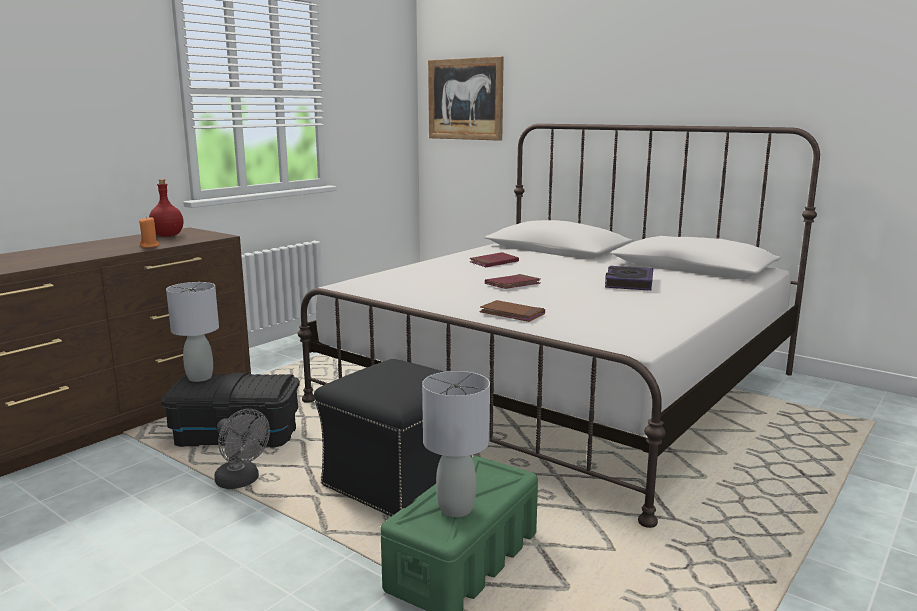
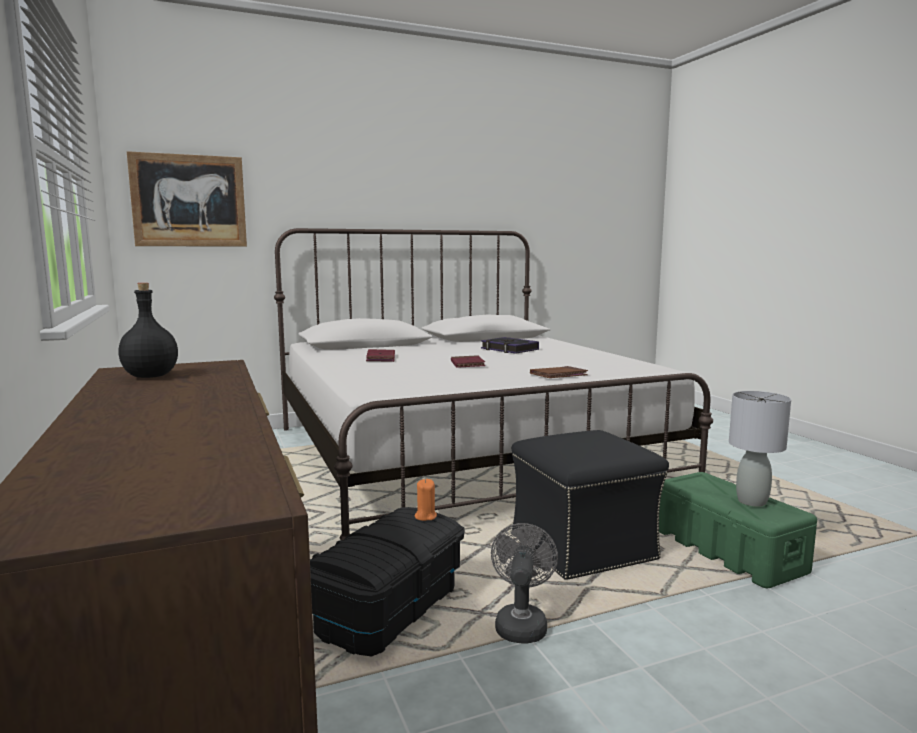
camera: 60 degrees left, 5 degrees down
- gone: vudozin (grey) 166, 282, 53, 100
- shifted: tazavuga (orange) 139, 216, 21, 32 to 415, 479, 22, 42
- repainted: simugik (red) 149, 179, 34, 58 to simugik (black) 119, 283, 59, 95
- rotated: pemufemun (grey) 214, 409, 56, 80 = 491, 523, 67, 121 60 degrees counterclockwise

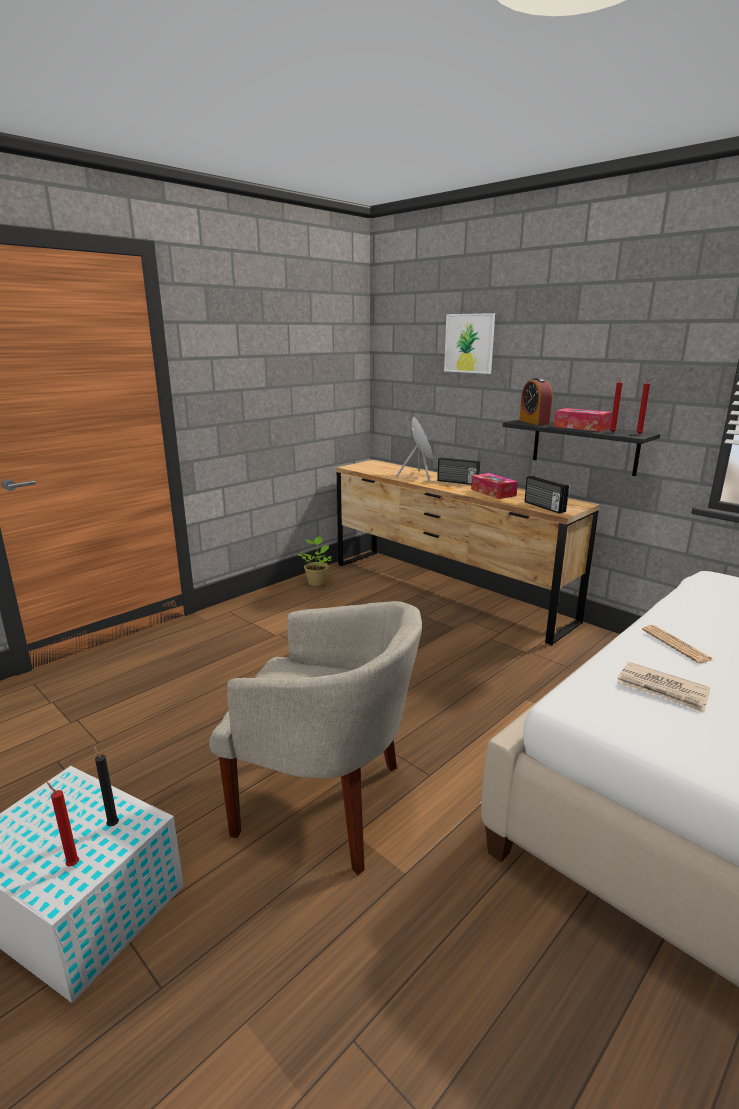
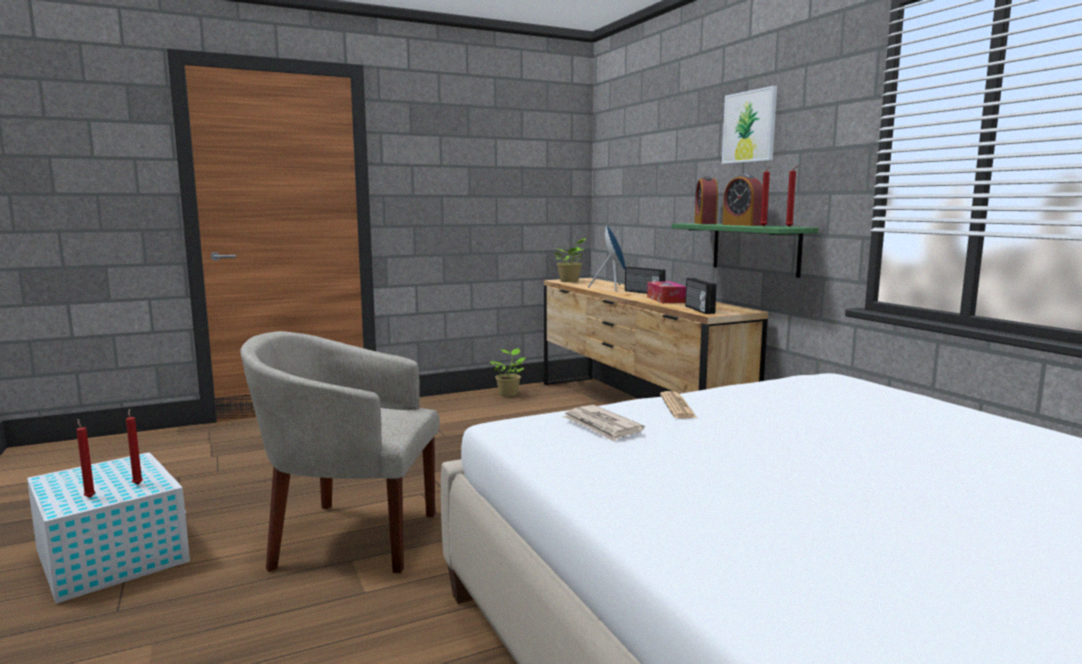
camera: 20 degrees right, 10 degrees down
- new: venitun 553, 238, 33, 44
- shifted: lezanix 444, 313, 51, 61 to 722, 86, 55, 78
- swapped: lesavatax 554, 408, 58, 24 to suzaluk 722, 174, 41, 52
- repainted: tazavuga (black) 94, 746, 25, 80 to tazavuga (red) 126, 409, 17, 76
- repainted: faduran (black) 503, 420, 157, 56 to faduran (green) 672, 223, 146, 55
- rotated: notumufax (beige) 209, 601, 213, 274 = 240, 331, 200, 242 150 degrees clockwise

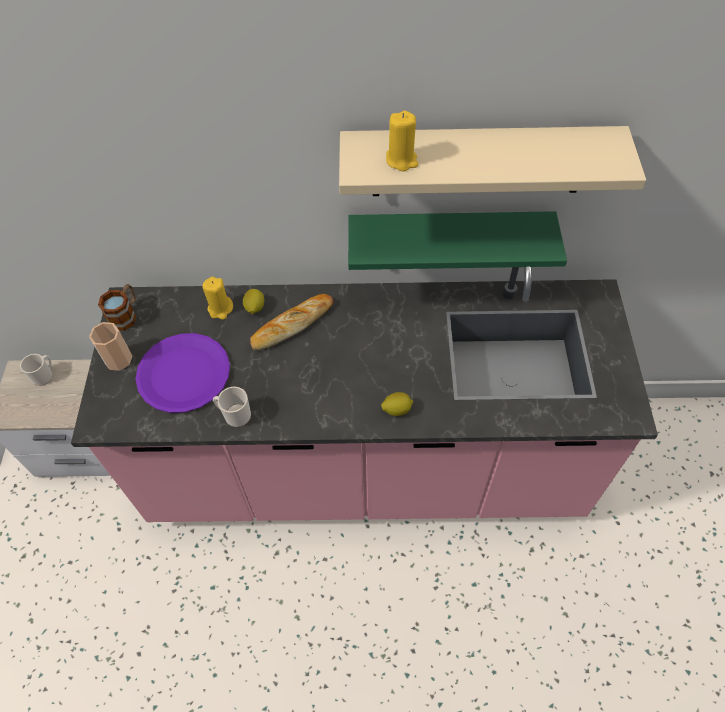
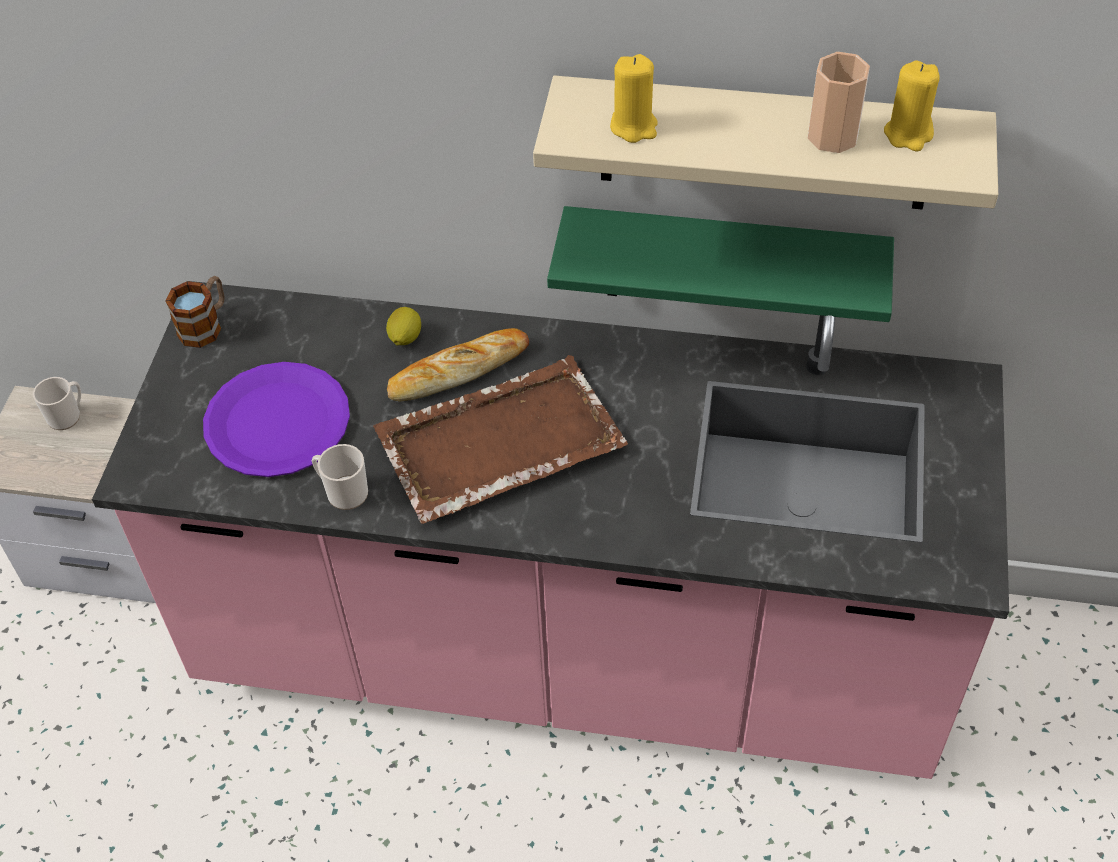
camera: 10 degrees right, 5 degrees down
- gone: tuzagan 381, 392, 32, 24
- new: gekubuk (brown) 373, 355, 255, 169
- shifted: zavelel 89, 322, 44, 49 to 808, 52, 62, 101
- shifted: tazavuga (yellow) 203, 277, 30, 43 to 884, 61, 56, 90

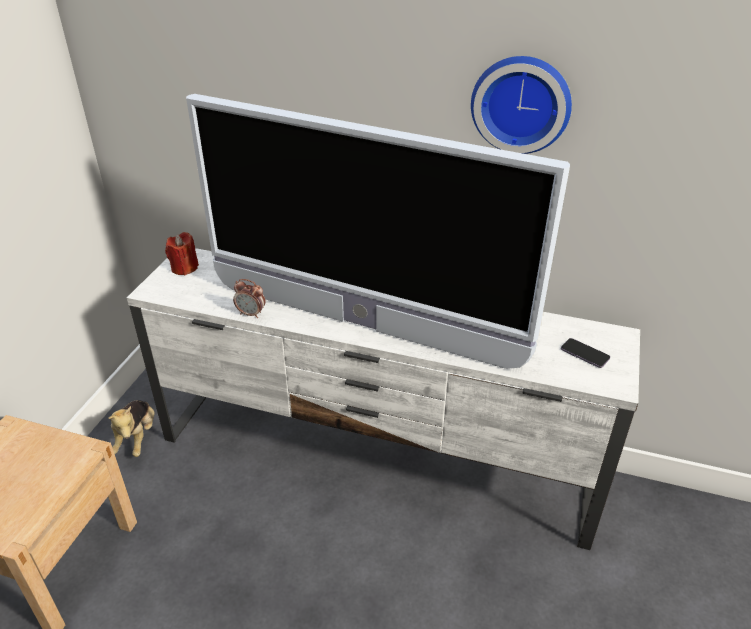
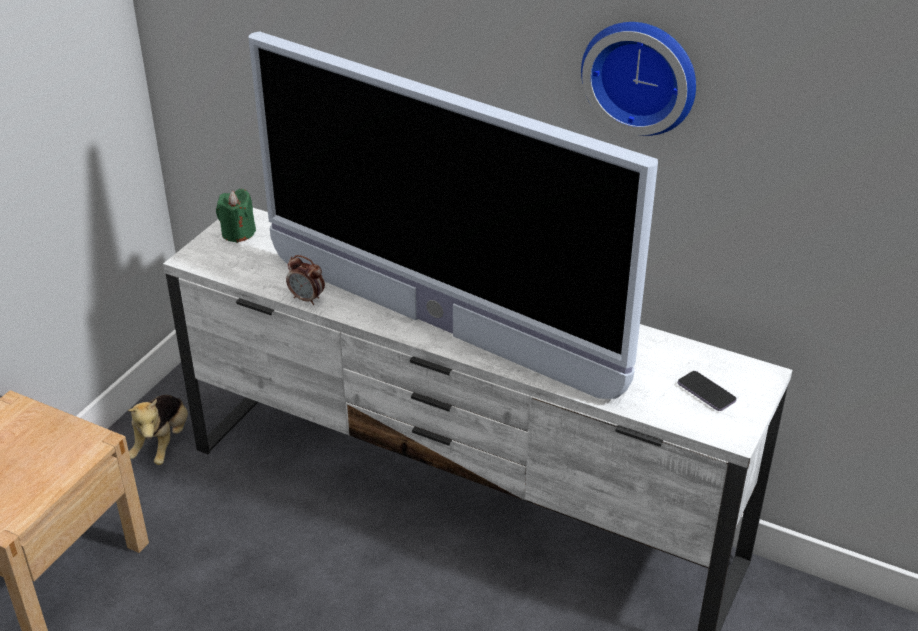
camera: 10 degrees right, 0 degrees up
- repainted: tazavuga (red) 165, 232, 34, 43 to tazavuga (green) 216, 189, 40, 54

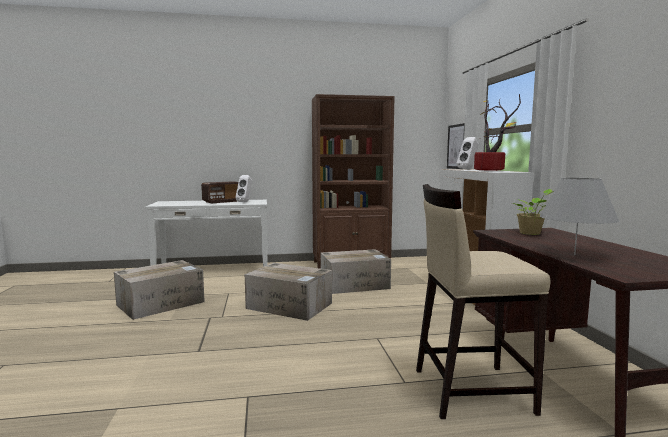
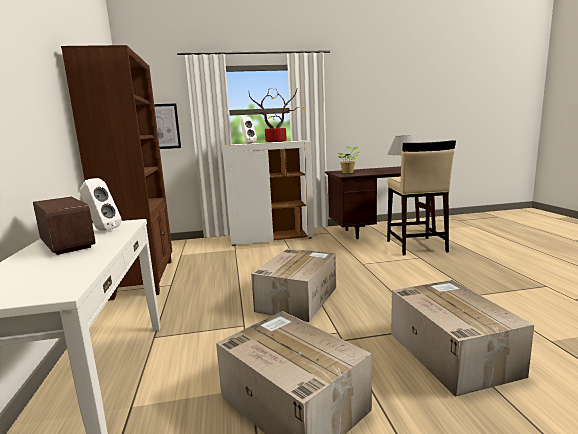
camera: 90 degrees left, 5 degrees up
- shifted: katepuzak 320, 249, 71, 45 to 391, 280, 143, 117

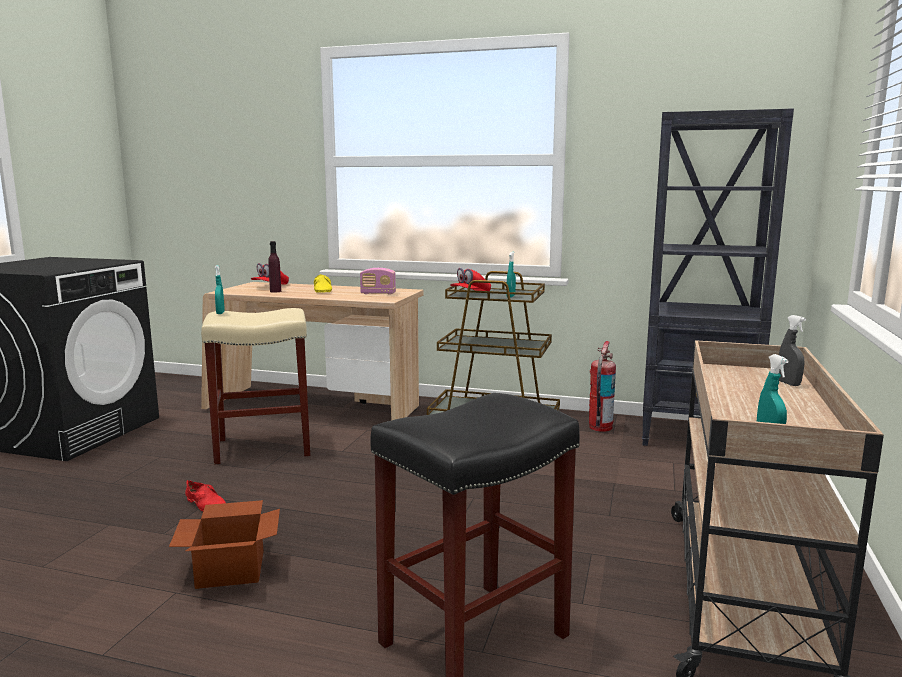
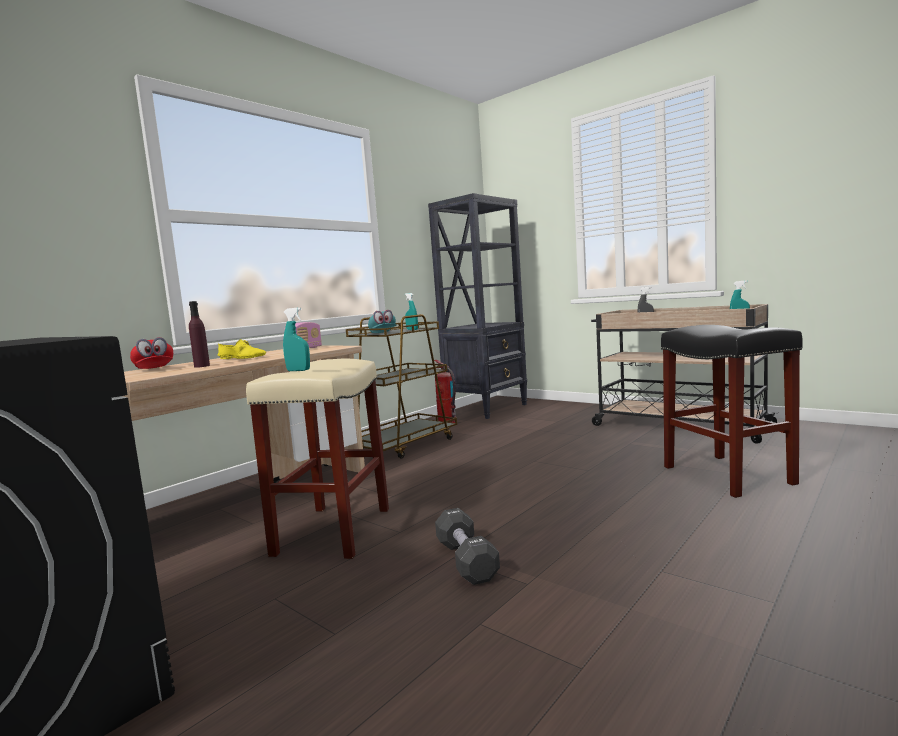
camera: 65 degrees left, 5 degrees down
- gone: katepuzak 169, 500, 111, 89
- swapped: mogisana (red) 185, 480, 41, 31 to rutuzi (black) 435, 508, 65, 77
- repainted: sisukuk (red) 450, 268, 41, 23 to sisukuk (turquoise) 368, 310, 29, 23

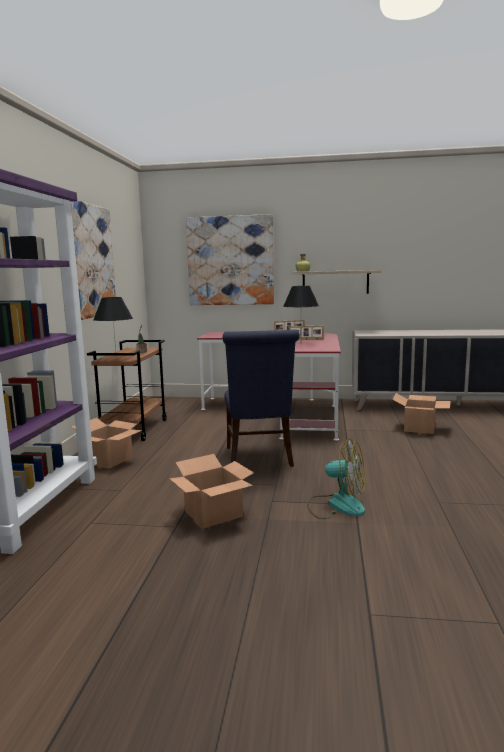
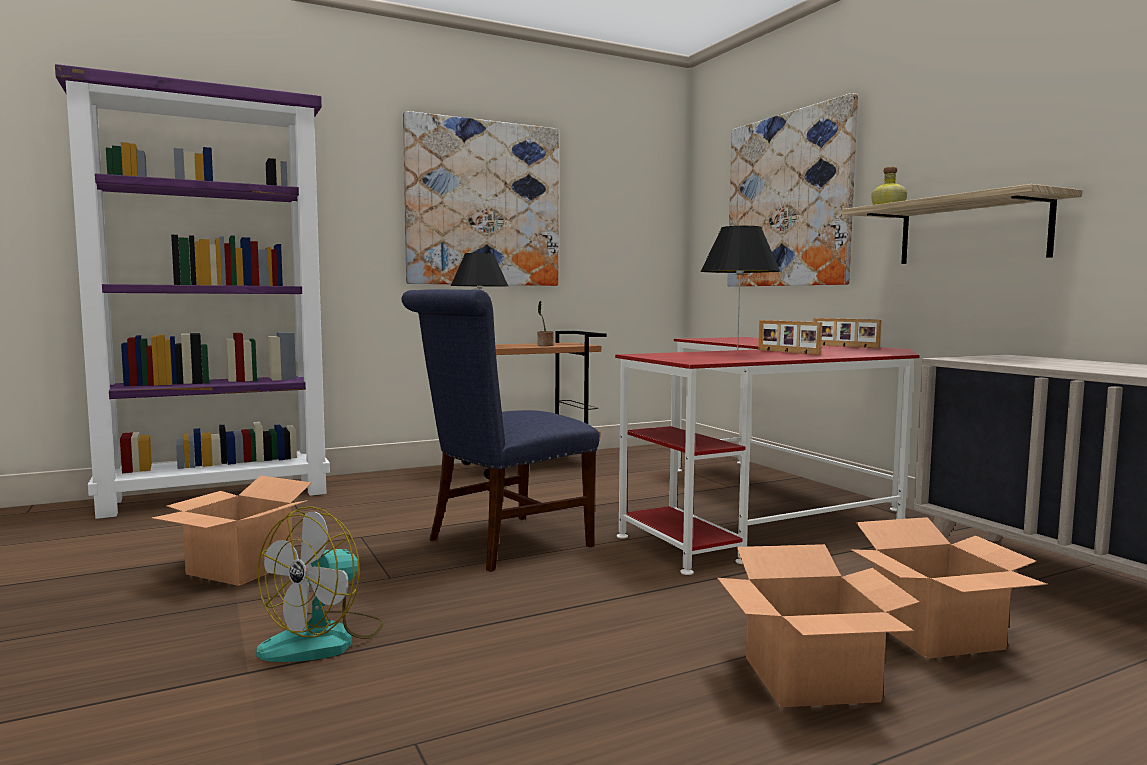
camera: 55 degrees right, 5 degrees down
- shifted: katepuzak 71, 418, 72, 51 to 717, 544, 203, 163
- rotated: pemufemun 307, 439, 58, 80 = 256, 506, 127, 156 45 degrees clockwise

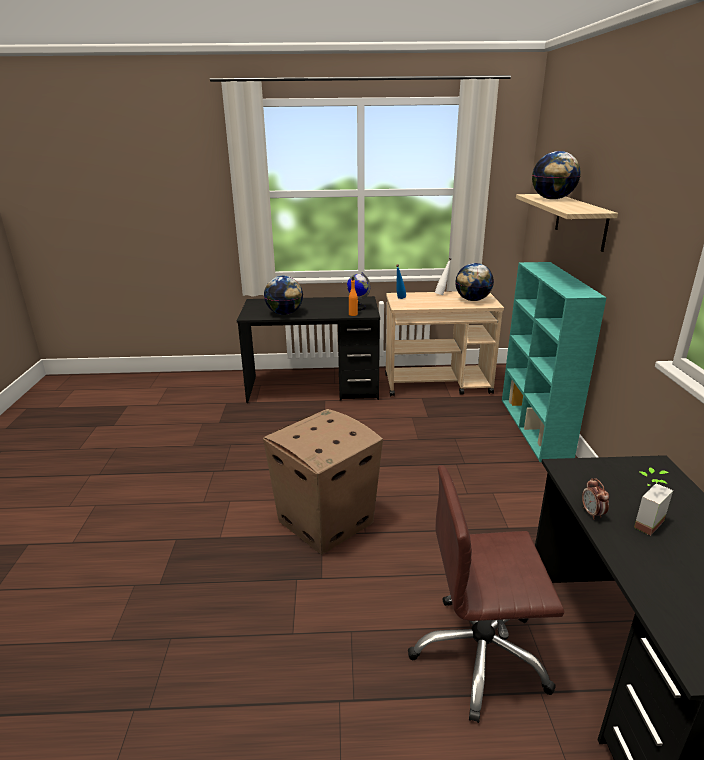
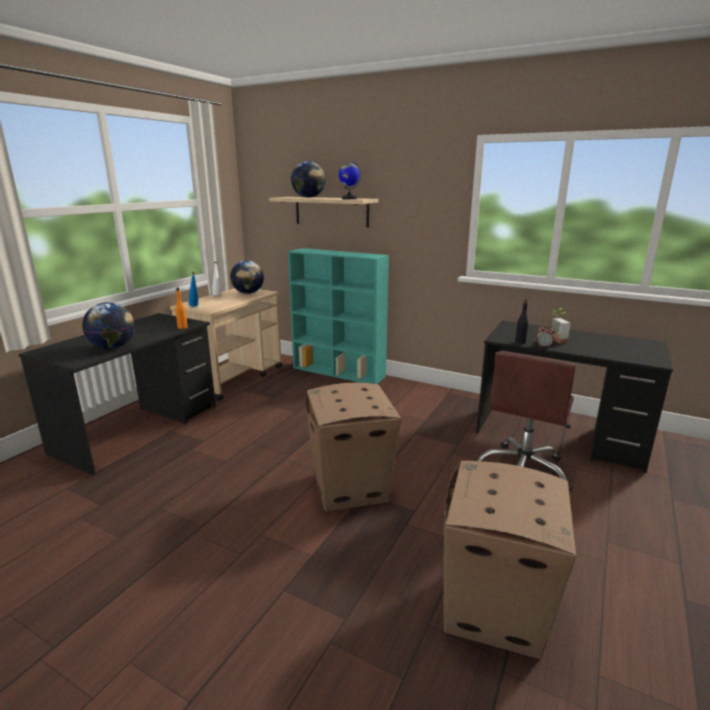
camera: 60 degrees left, 5 degrees down
- new: katepuzak 444, 461, 132, 198
- new: simugik (black) 515, 299, 13, 45
- shifted: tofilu 347, 272, 23, 39 to 339, 161, 22, 38

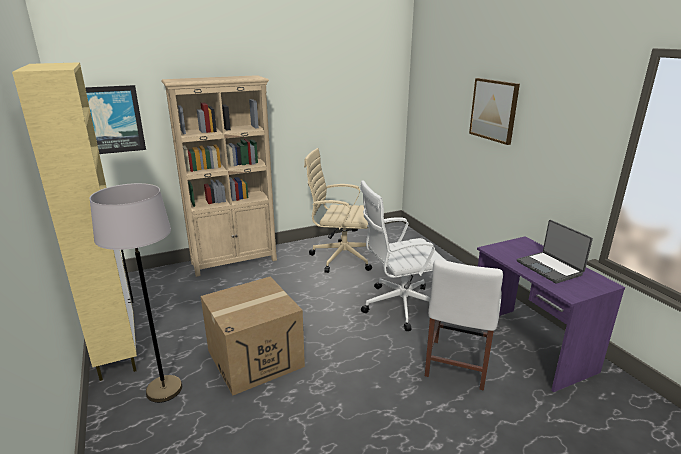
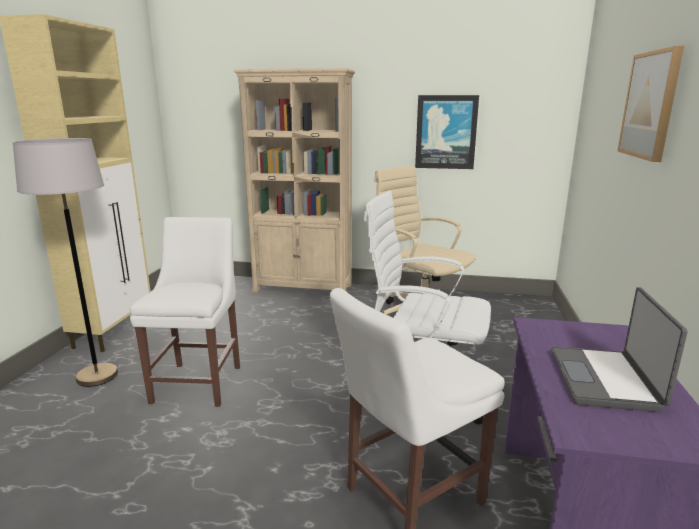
camera: 35 degrees right, 5 degrees down
- shifted: lezanix 85, 85, 61, 69 to 415, 95, 64, 74
- swapped: katepuzak 201, 276, 104, 119 to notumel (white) 130, 217, 110, 190

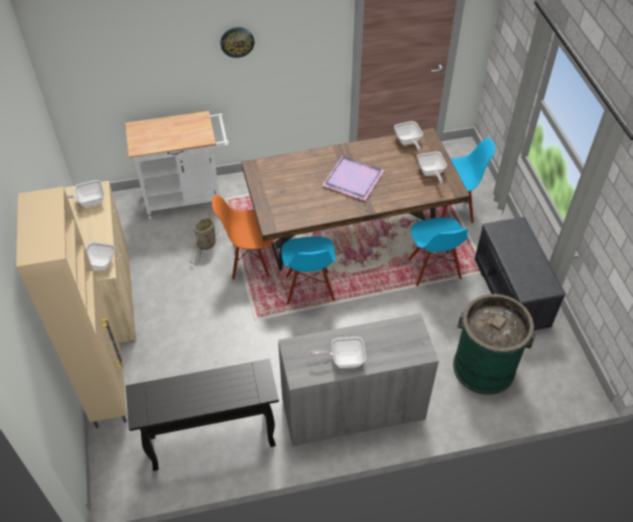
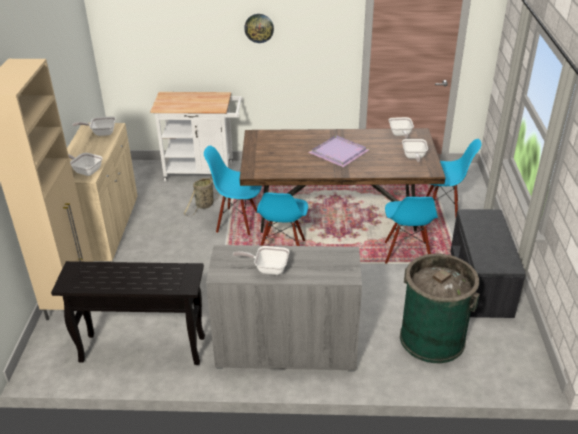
camera: 15 degrees right, 15 degrees down
- repainted: notumel (orange) 212, 195, 62, 85 to notumel (blue) 204, 146, 58, 89

